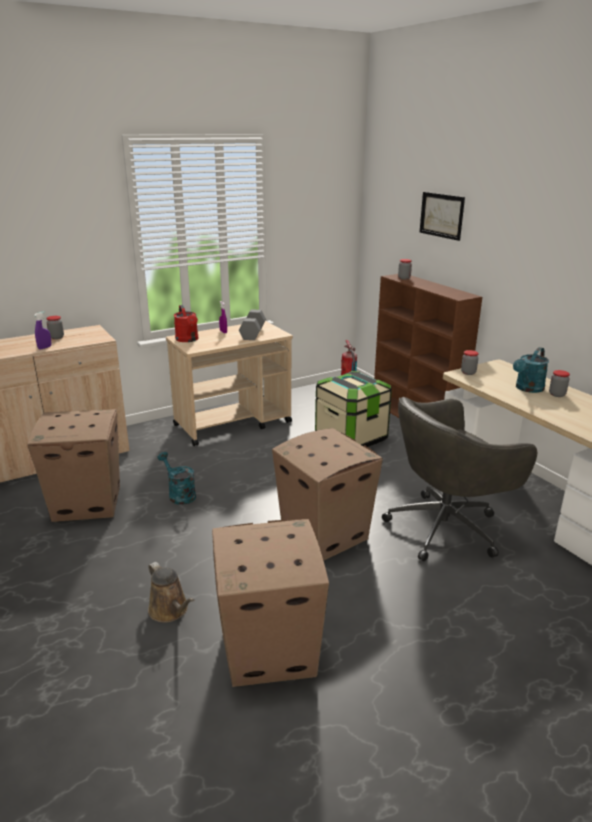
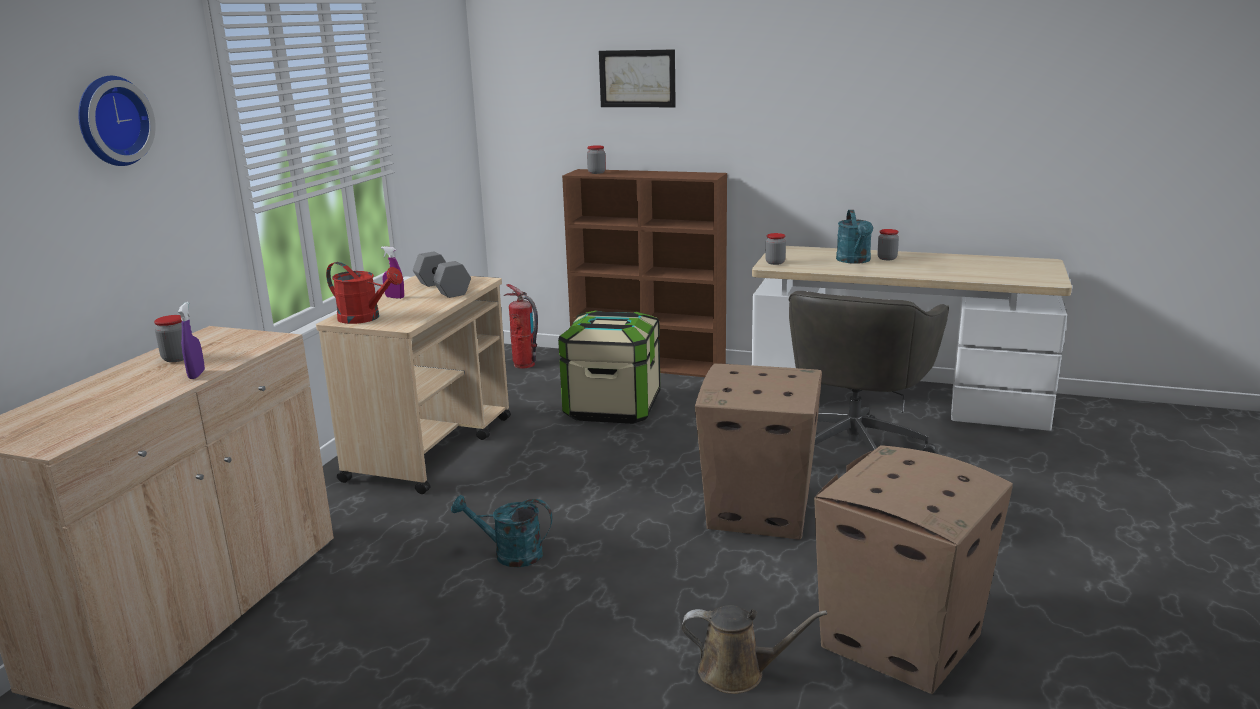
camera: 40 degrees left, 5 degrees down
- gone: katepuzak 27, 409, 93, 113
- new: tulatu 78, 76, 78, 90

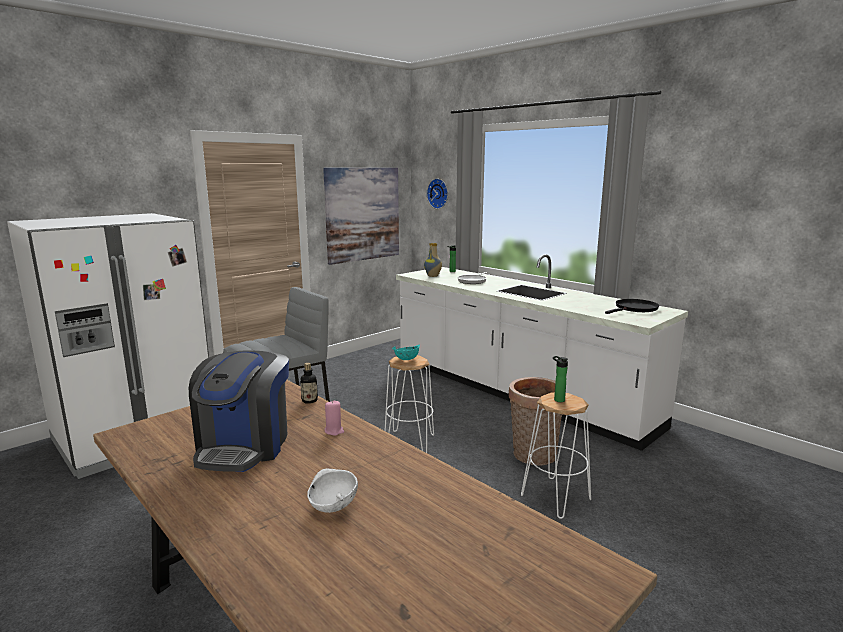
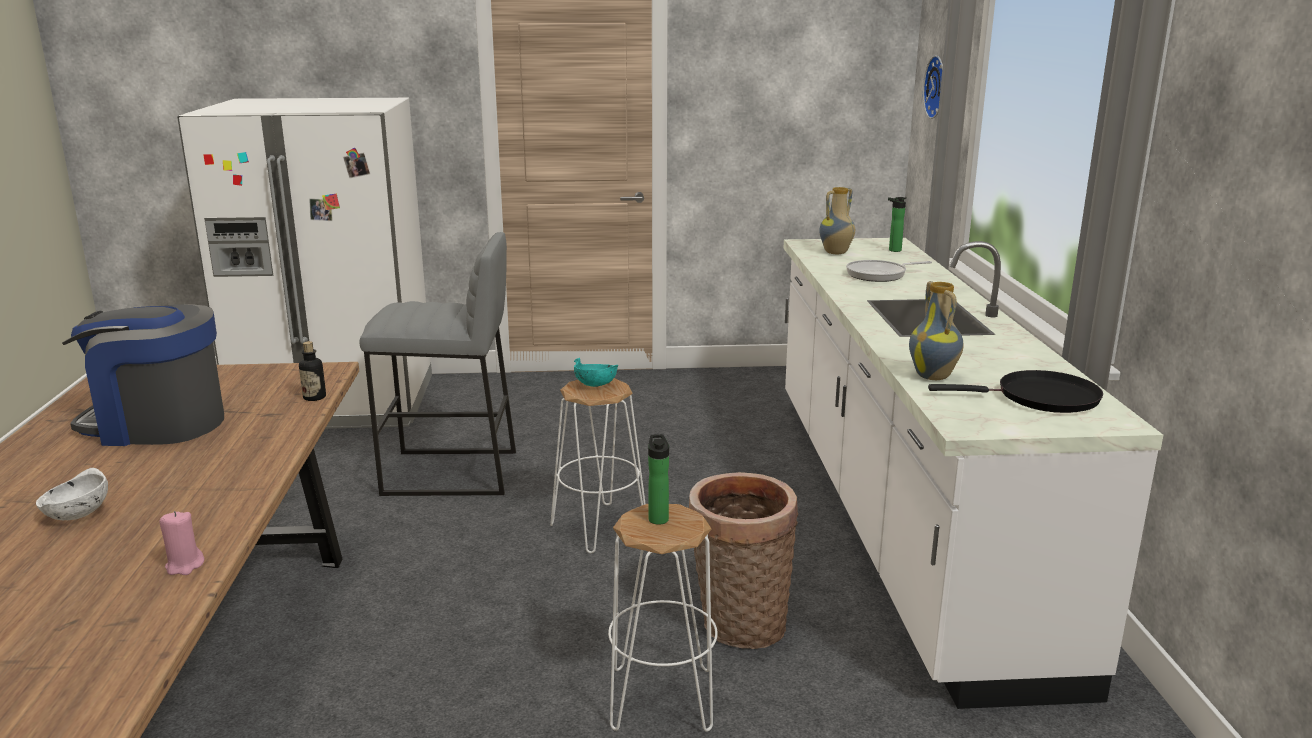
camera: 40 degrees right, 5 degrees up
- gone: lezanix 323, 168, 76, 97
- new: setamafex 909, 281, 55, 99
- shifted: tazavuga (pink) 325, 400, 19, 36 to 160, 511, 44, 64
- rotated: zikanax 189, 350, 100, 122 = 62, 304, 162, 142 45 degrees clockwise

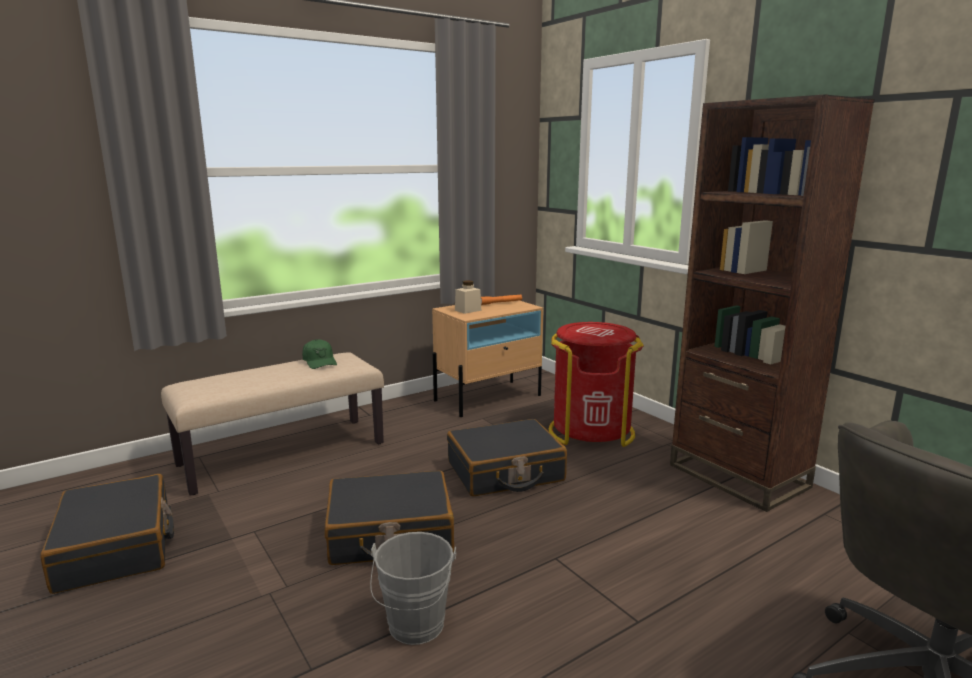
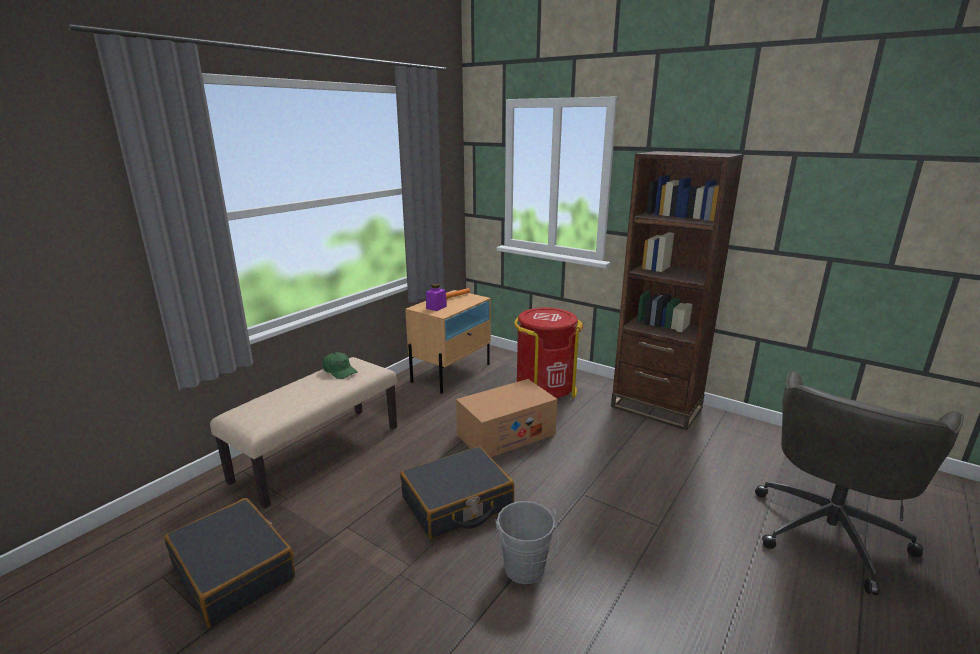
camera: 20 degrees left, 5 degrees up
- swapped: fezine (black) 447, 419, 120, 78 to katepuzak 456, 379, 101, 78
- repainted: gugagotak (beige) 455, 280, 26, 34 to gugagotak (purple) 426, 284, 21, 27

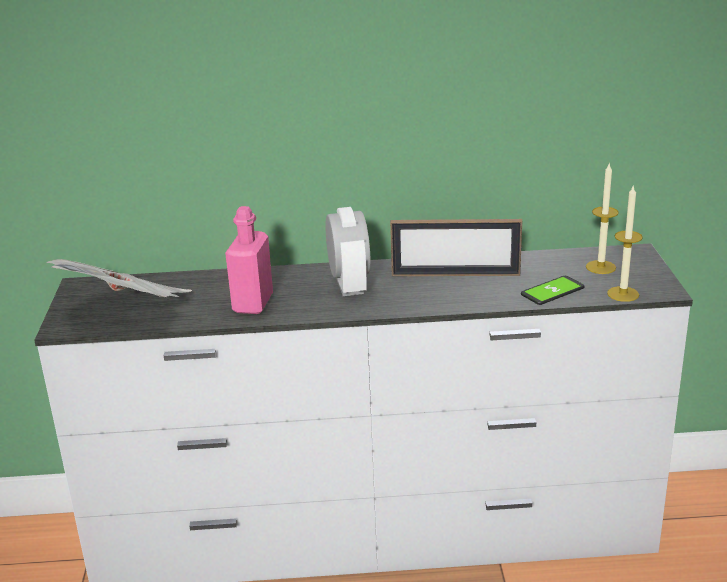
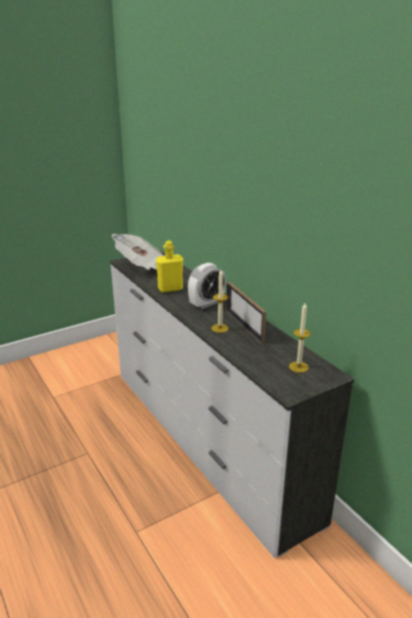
camera: 60 degrees right, 0 degrees up
- gone: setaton 521, 276, 64, 29
- shifted: tazavuga 607, 186, 36, 116 to 212, 270, 17, 63
- repainted: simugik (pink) 225, 206, 48, 108 to simugik (yellow) 156, 241, 27, 52

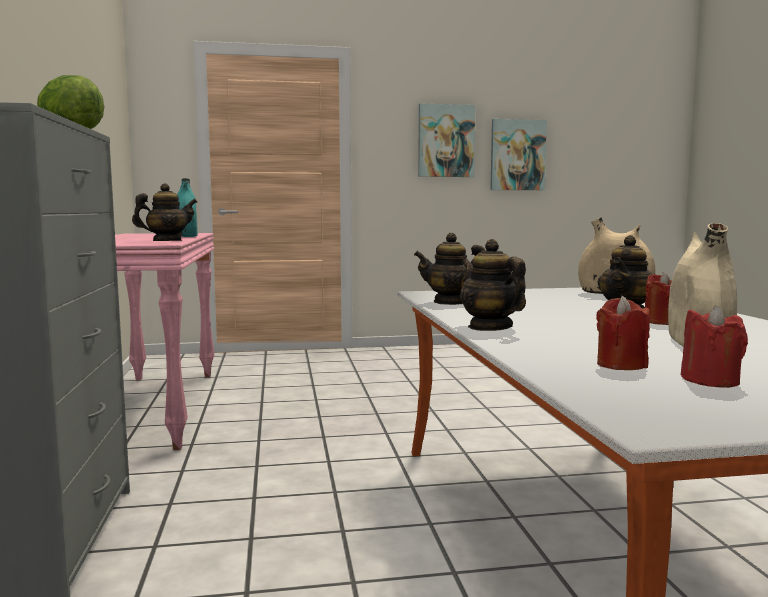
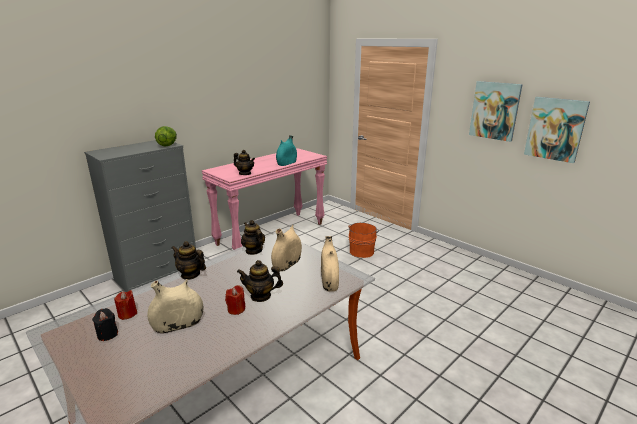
camera: 55 degrees right, 15 degrees up
- new: setamafex (beige) 271, 225, 31, 46
- new: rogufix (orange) 348, 223, 31, 35
- repainted: tazavuga (red) 681, 305, 67, 83 to tazavuga (black) 92, 308, 26, 33
- rotated: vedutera 461, 239, 65, 92 = 172, 241, 34, 39 90 degrees counterclockwise

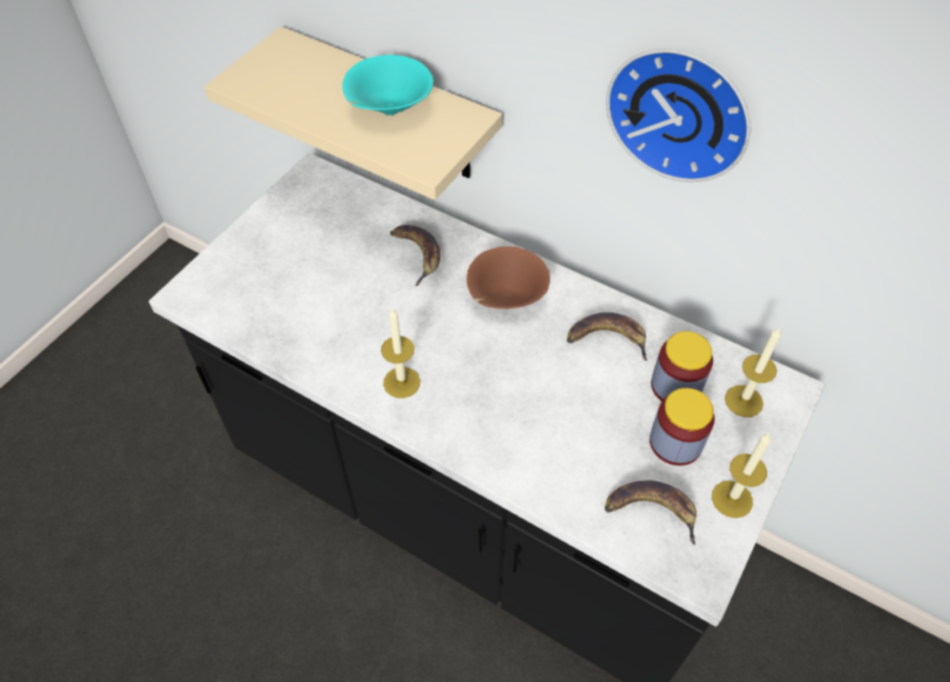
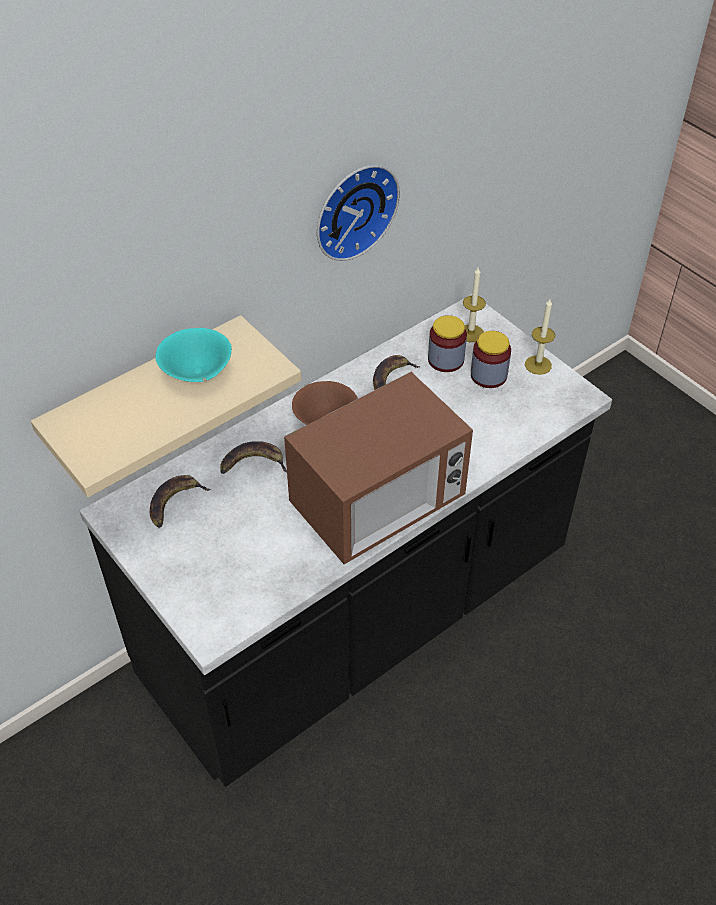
camera: 70 degrees left, 5 degrees down
- shifted: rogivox 604, 480, 93, 65 to 150, 475, 61, 53
- swapped: tazavuga 381, 307, 39, 91 to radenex 284, 372, 189, 192

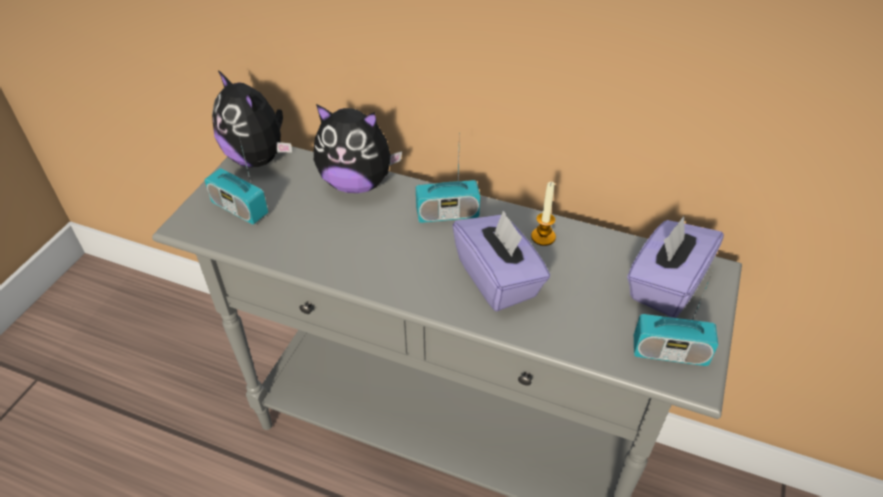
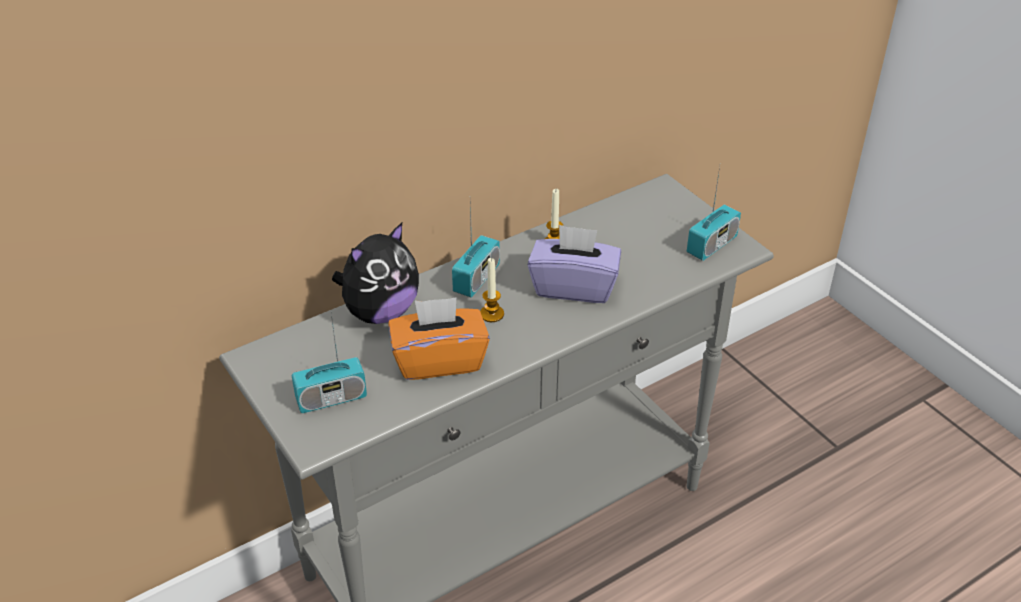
camera: 55 degrees left, 5 degrees down
- gone: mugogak 212, 70, 80, 97
- gone: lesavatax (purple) 627, 216, 97, 102
- new: lesavatax (orange) 388, 297, 102, 83
- new: tazavuga 480, 258, 24, 64

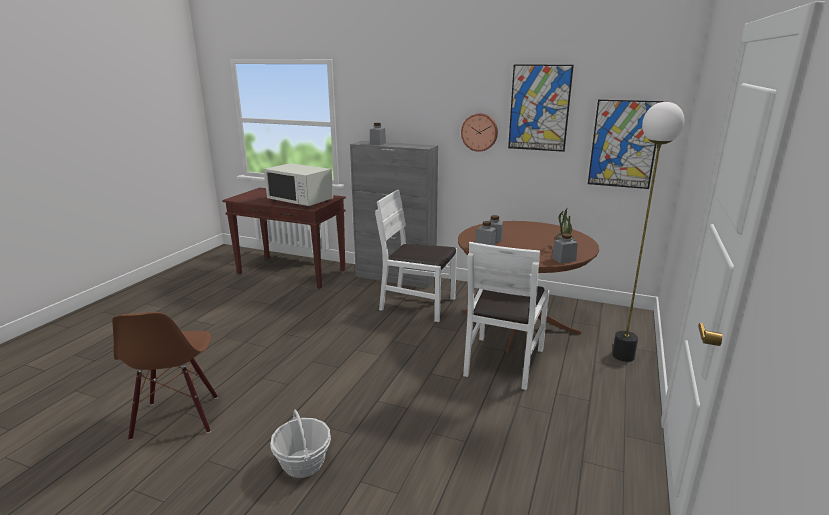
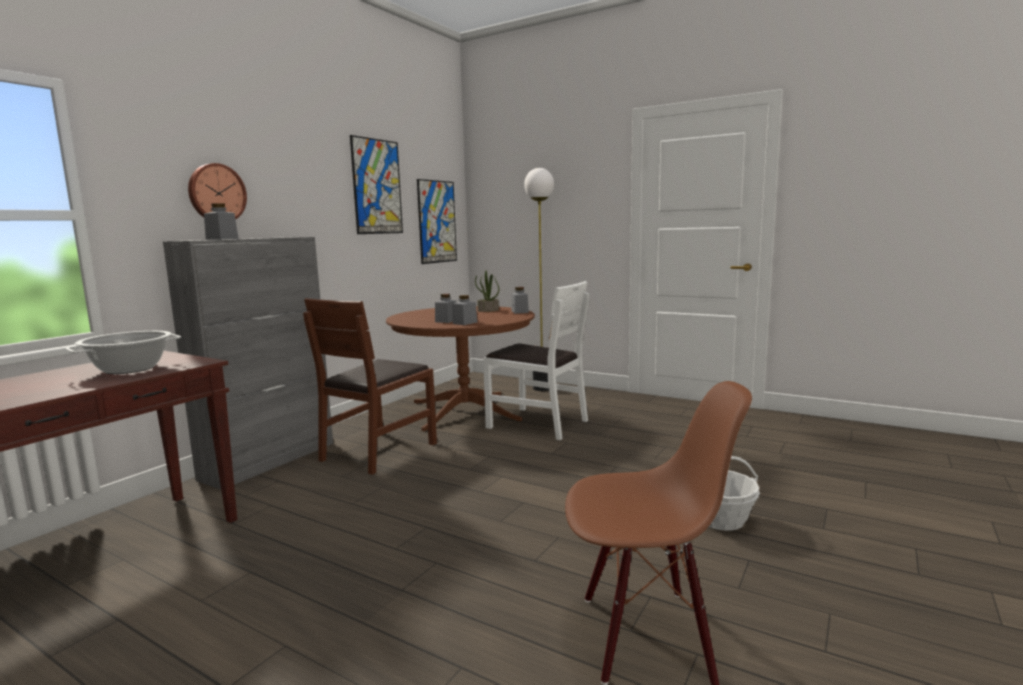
camera: 80 degrees left, 10 degrees down
- shifted: tulatu 461, 113, 37, 39 to 188, 163, 59, 56
- swapped: radenex (white) 264, 163, 69, 45 to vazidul 65, 331, 116, 43
- repainted: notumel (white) 375, 189, 82, 133 to notumel (brown) 303, 298, 134, 177

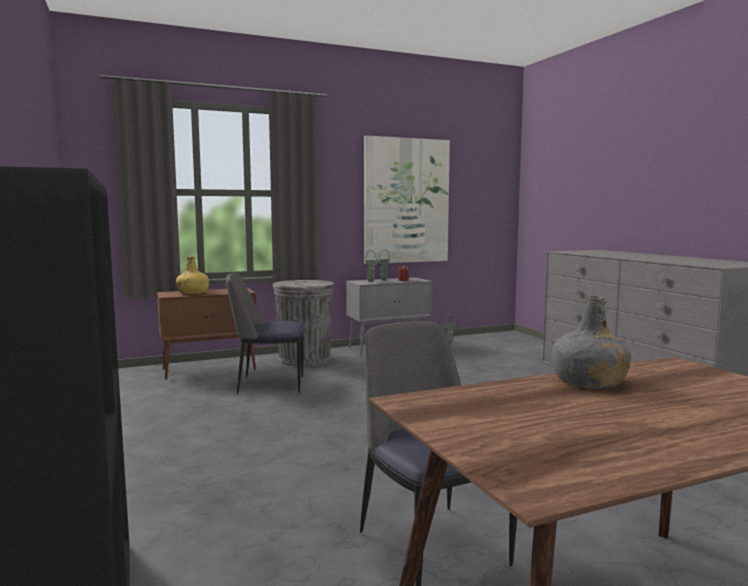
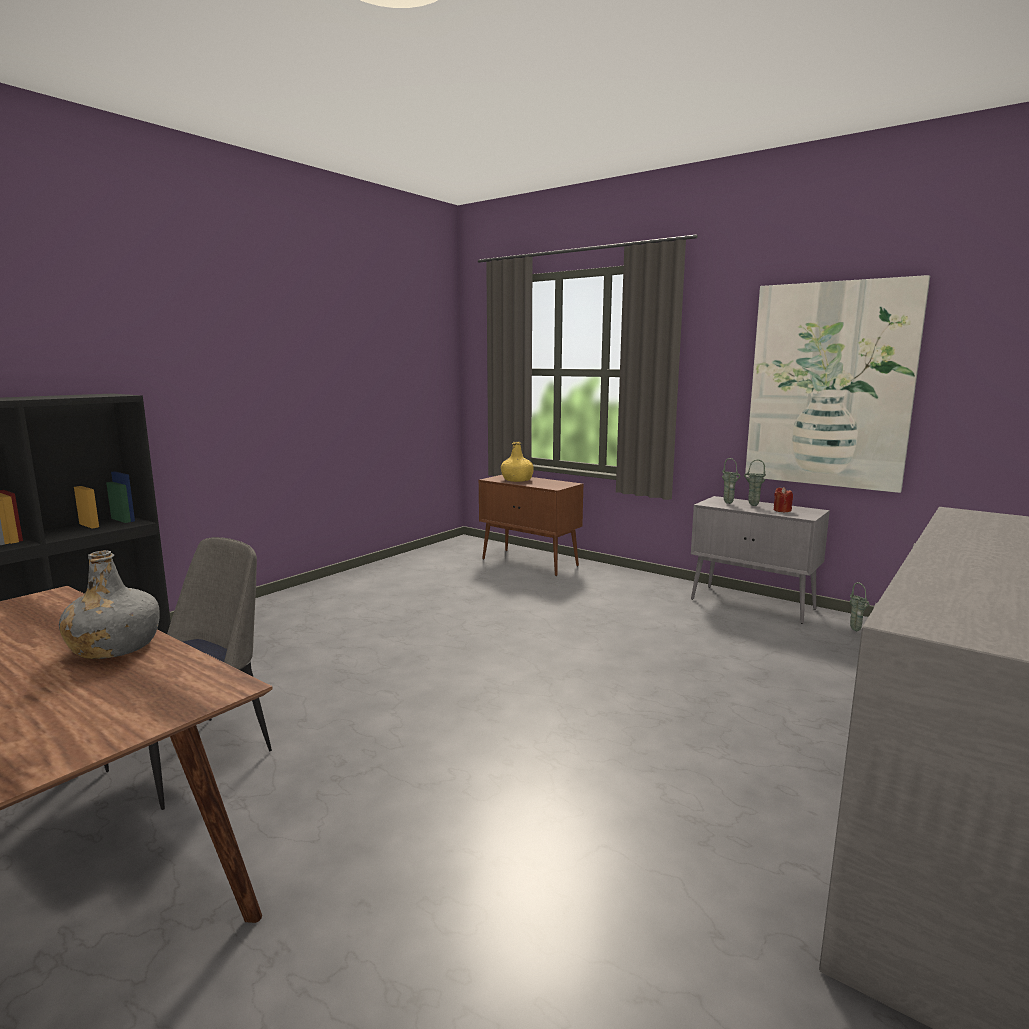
camera: 60 degrees right, 5 degrees up
- gone: notumel 226, 273, 78, 121
- gone: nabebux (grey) 273, 280, 61, 87

